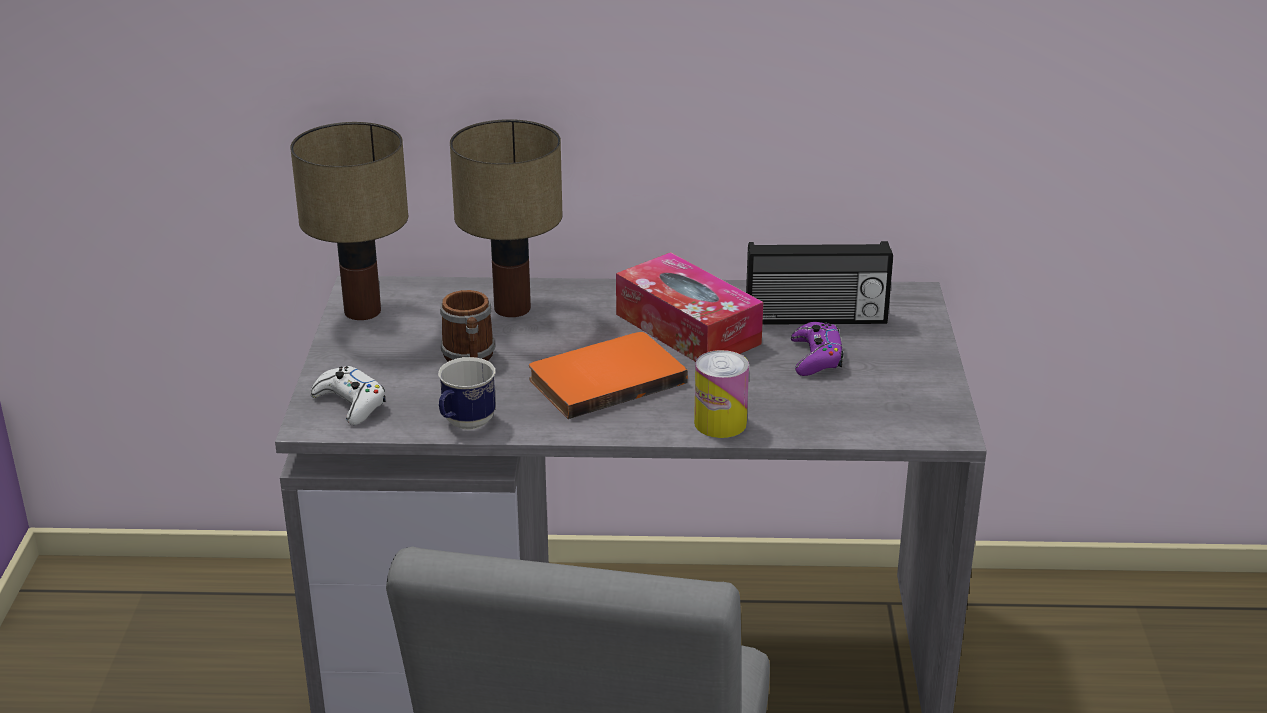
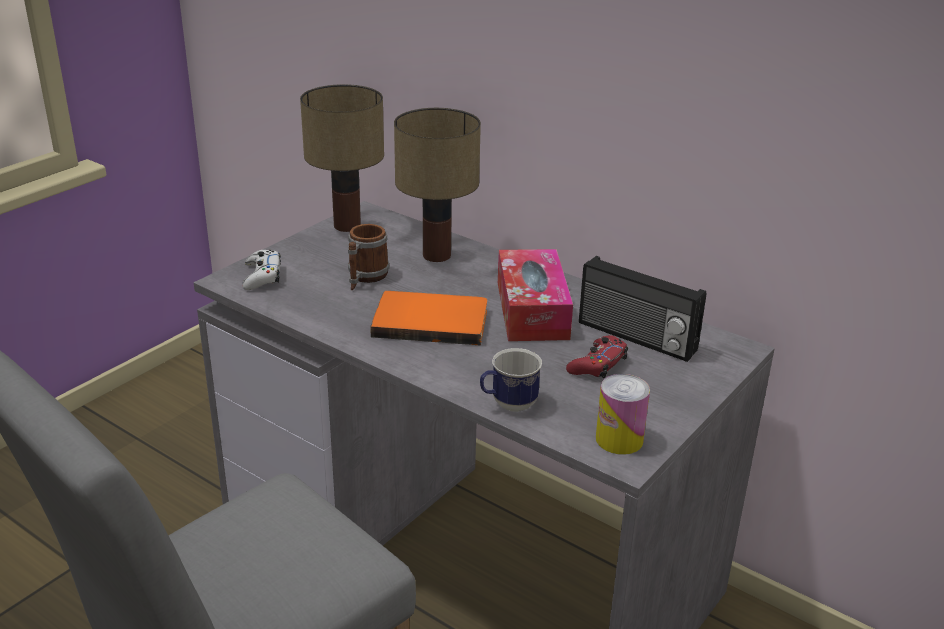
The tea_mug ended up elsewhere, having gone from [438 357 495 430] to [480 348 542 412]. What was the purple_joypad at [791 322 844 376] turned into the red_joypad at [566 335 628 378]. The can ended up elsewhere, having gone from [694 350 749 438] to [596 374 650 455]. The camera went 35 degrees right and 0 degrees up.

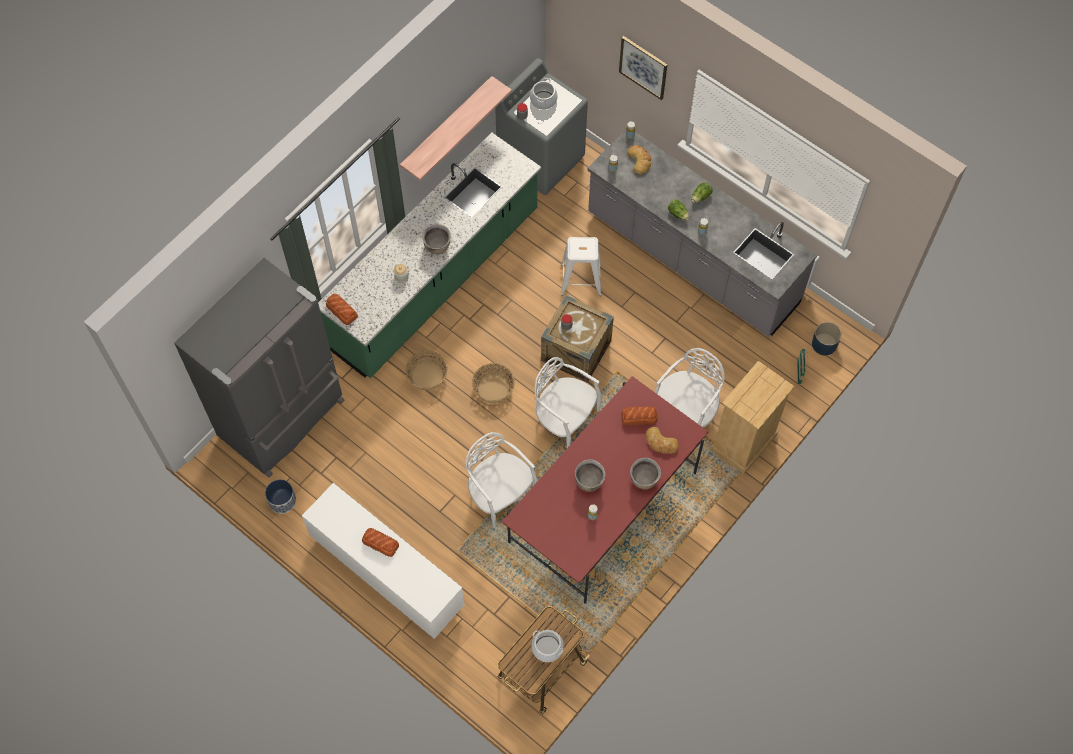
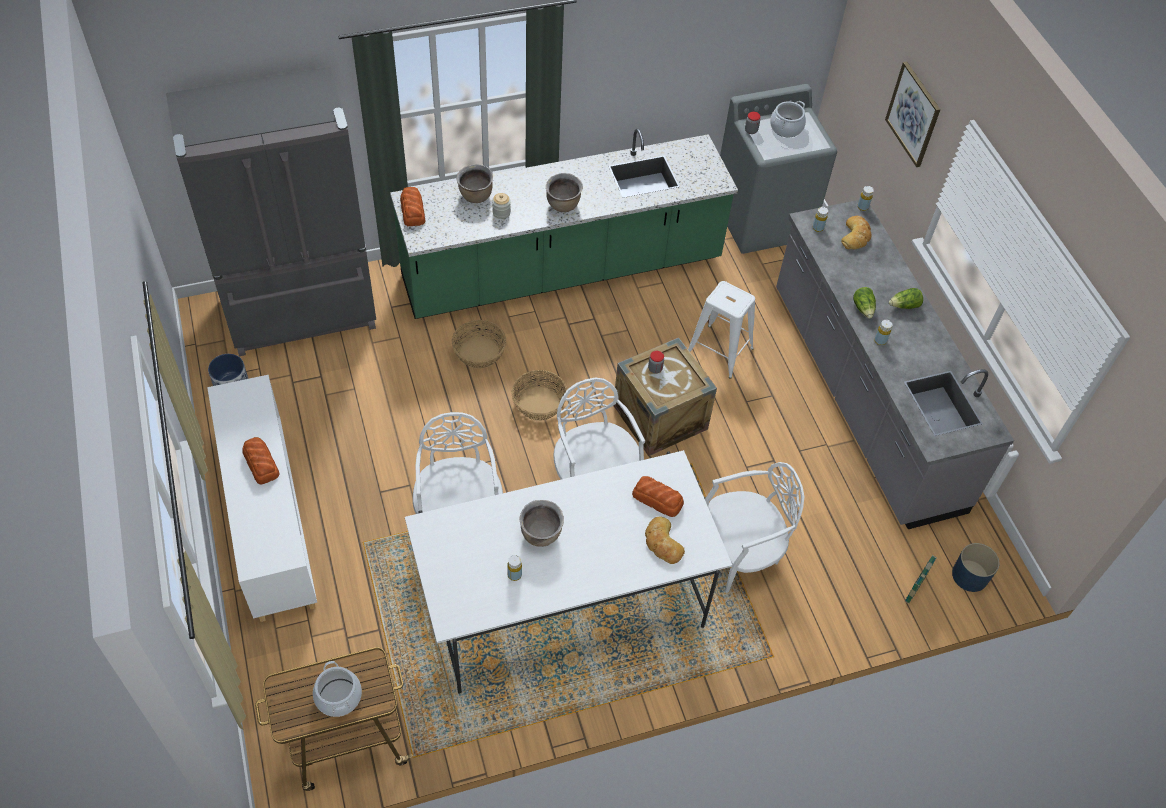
What was the red_dinner_table at [502 376 708 603] turned into the white_dinner_table at [405 450 732 694]. The brown-coloured_saucepot ended up elsewhere, having gone from [630 458 661 490] to [456 164 493 203]. The second view lost the wall_shelf at [400 76 512 181]. The second view lost the sand-coloured_drawer_chest at [711 361 794 474]. The camera went 30 degrees right and 10 degrees down.

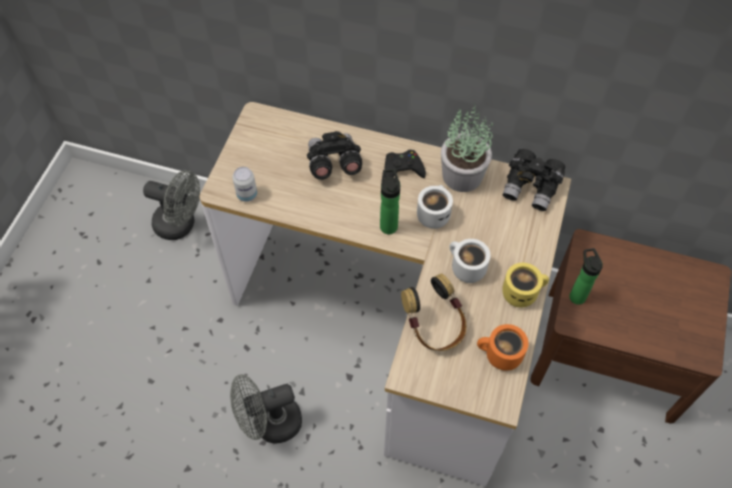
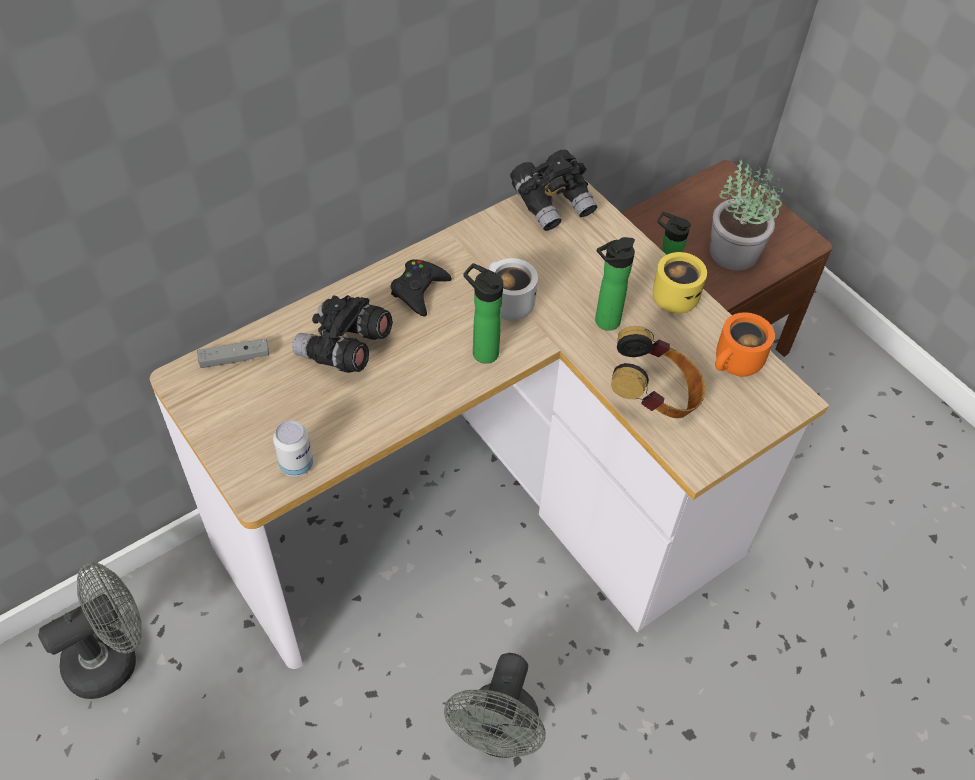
The second view gained the greyish_joypad at [197 339 269 368]. Where the white_tea_mug stood at [449 239 490 283], the bottle came to stand at [595 237 635 331]. The houseplant ended up elsewhere, having gone from [441 104 493 192] to [710 160 783 271]. The camera went 55 degrees left and 5 degrees down.

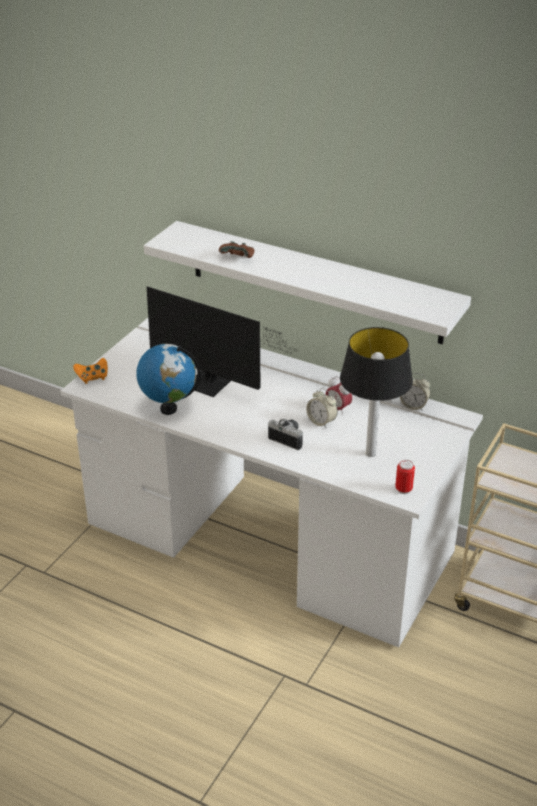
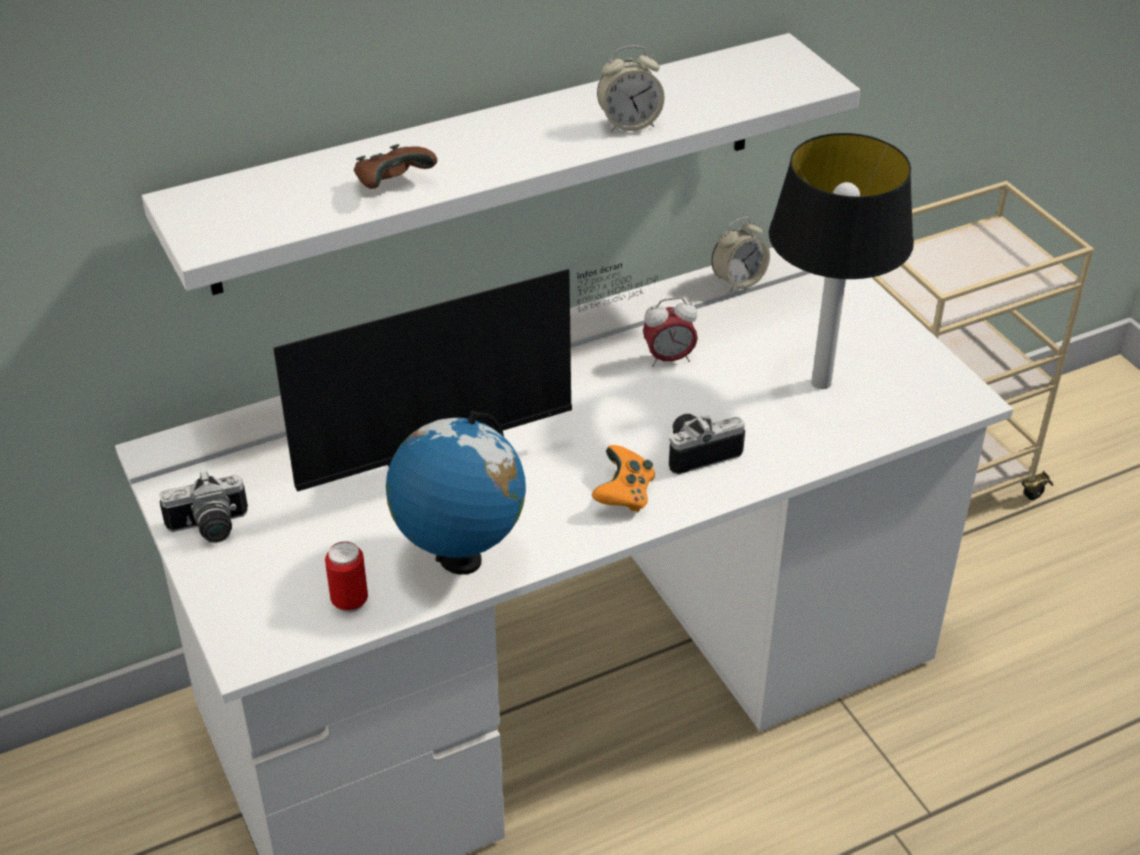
The second view gained the still_camera at [159 471 248 543]. The can ended up elsewhere, having gone from [395 460 415 494] to [325 542 368 613]. The orange_joypad ended up elsewhere, having gone from [73 358 108 384] to [592 445 655 512]. The table_clock ended up elsewhere, having gone from [306 388 338 428] to [597 45 665 132]. The camera went 55 degrees left and 5 degrees up.

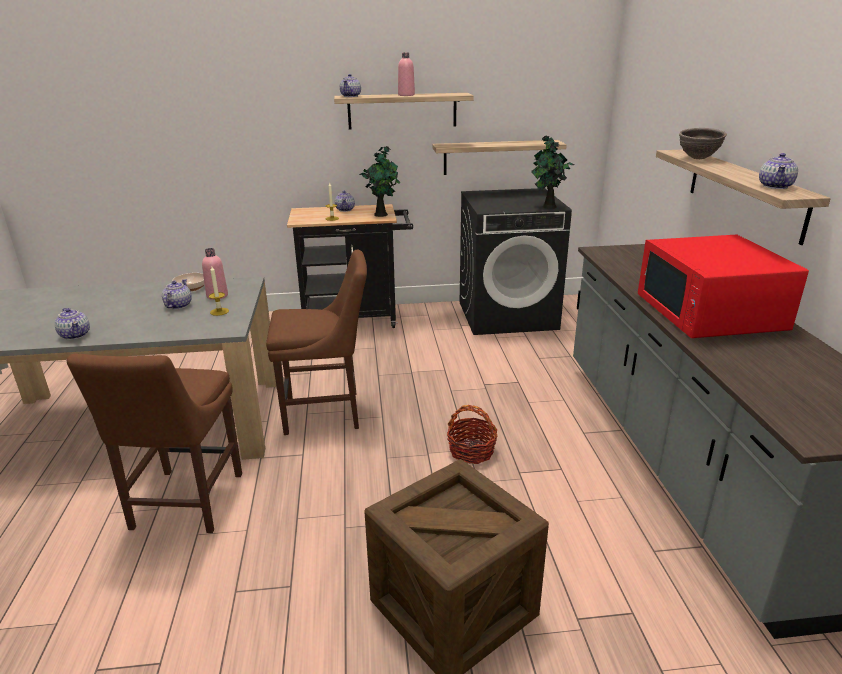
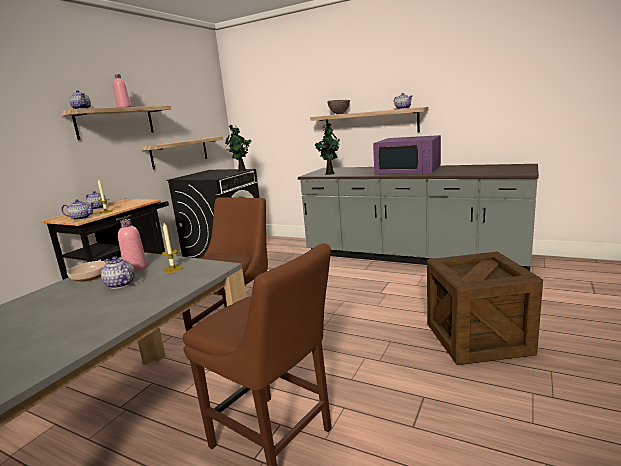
The teapot ended up elsewhere, having gone from [55 308 90 340] to [61 199 95 220]. The houseplant ended up elsewhere, having gone from [359 146 400 217] to [315 123 340 175]. What was the red_kitchen_microwave at [638 235 809 338] turned into the purple_kitchen_microwave at [373 135 441 174]. The second view lost the storage_basket at [447 405 497 464]. The camera went 55 degrees left and 10 degrees down.

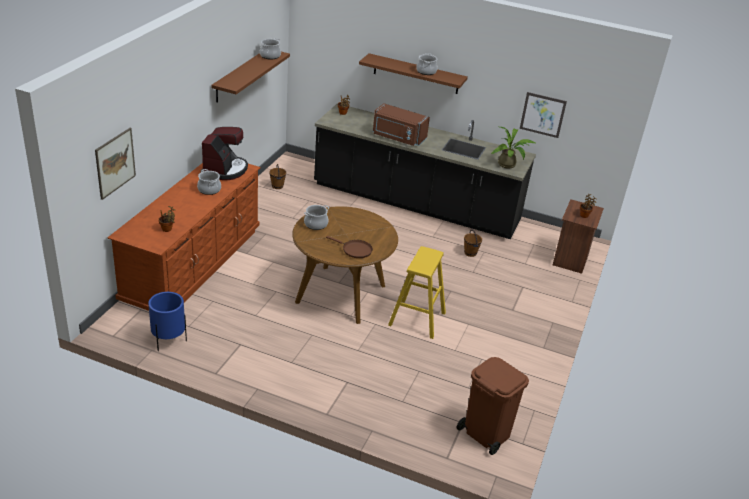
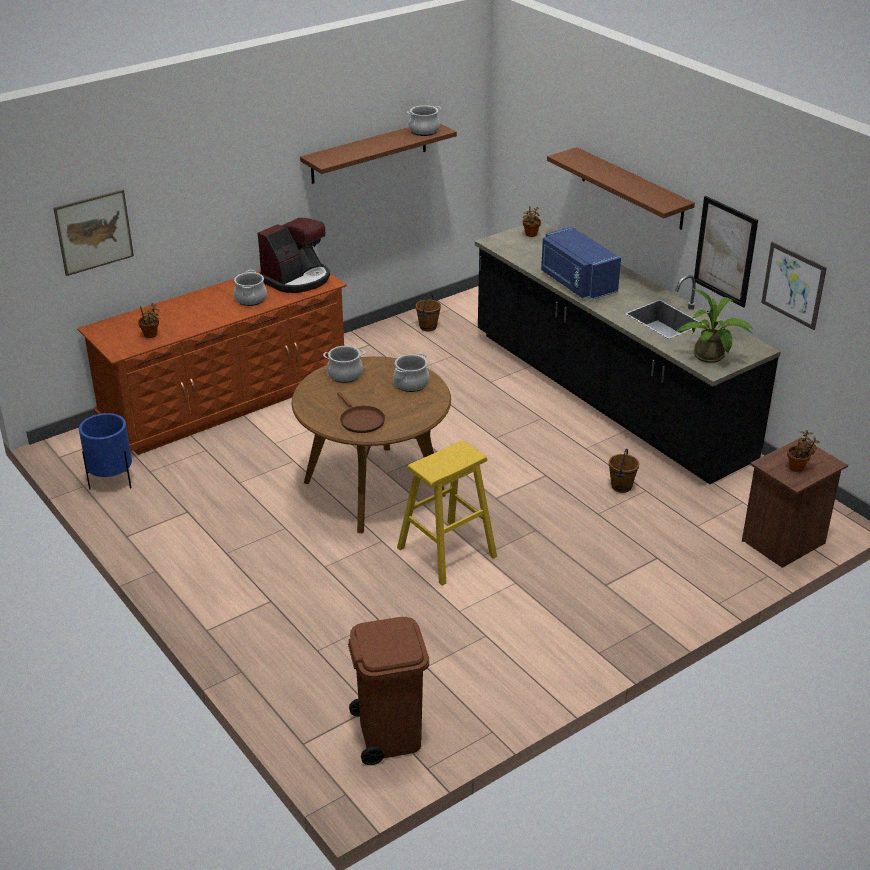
The saucepot ended up elsewhere, having gone from [416 53 438 75] to [393 353 429 392]. What was the brown-coloured_kitchen_microwave at [373 104 430 146] turned into the blue-coloured_kitchen_microwave at [541 227 621 300]. The second view gained the wall_picture at [694 196 758 308]. The camera went 35 degrees right and 0 degrees up.

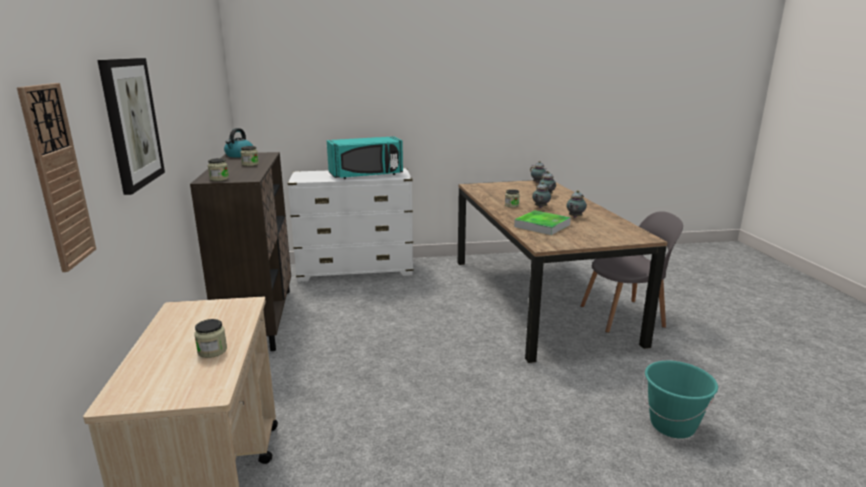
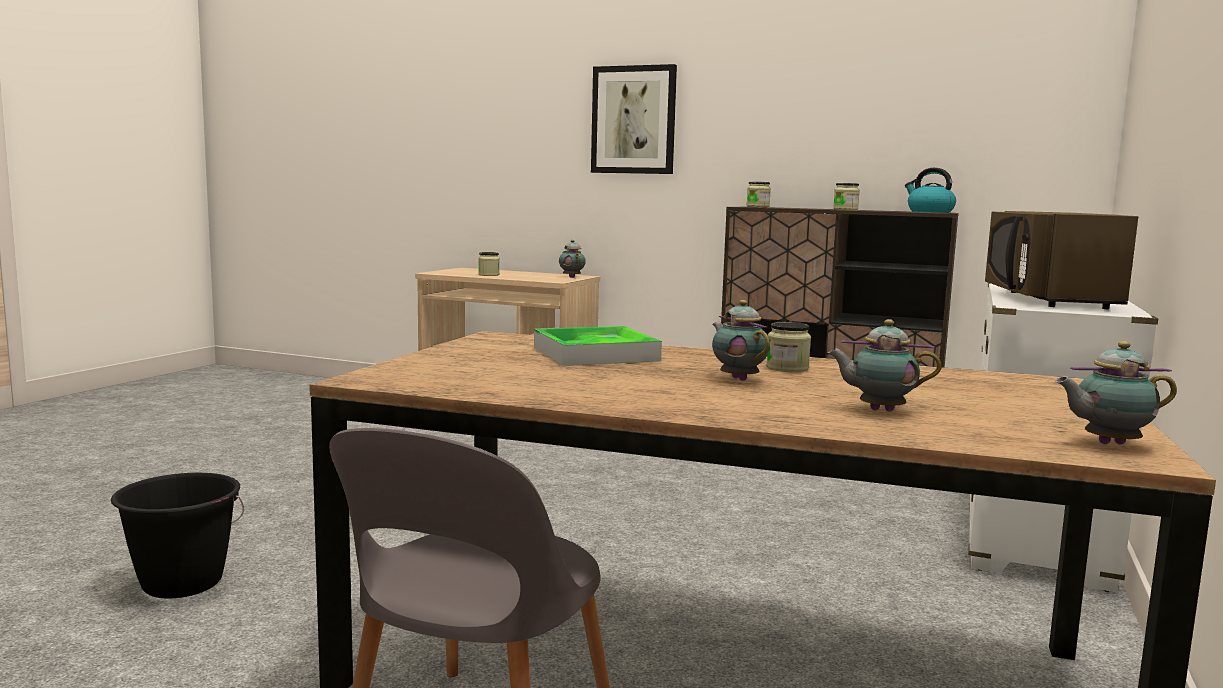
What was the turquoise_pail at [642 361 718 439] turned into the black-coloured_pail at [111 473 244 598]. The teapot ended up elsewhere, having gone from [566 190 587 218] to [559 240 586 278]. What was the turquoise_kitchen_microwave at [327 136 403 179] turned into the brown-coloured_kitchen_microwave at [985 211 1138 309]. The second view lost the clock_on_the_wall at [17 83 96 272]. The camera went 120 degrees right and 10 degrees down.

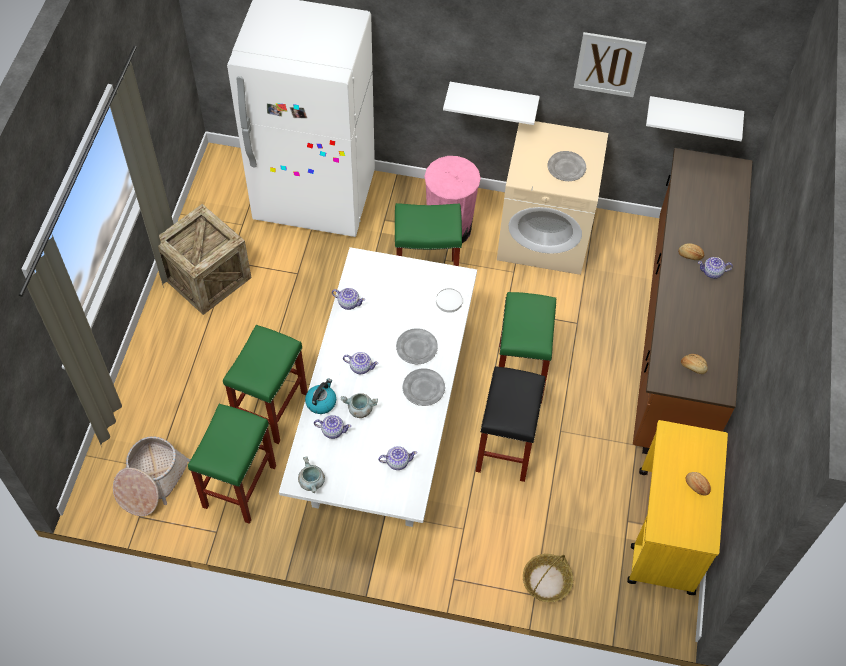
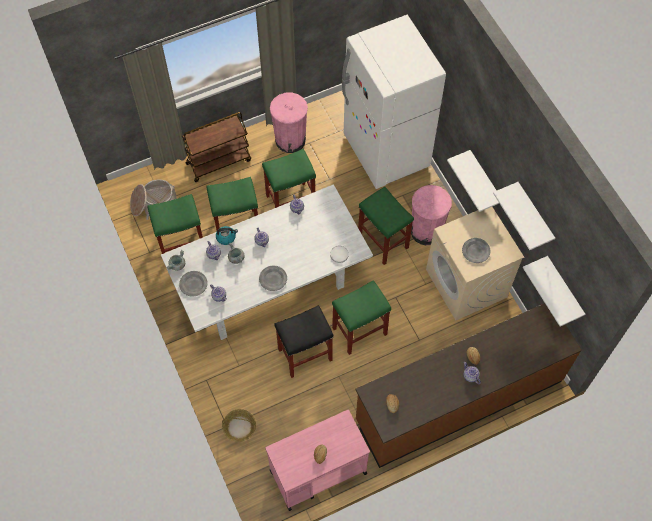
The greyish_flat_dish ended up elsewhere, having gone from [396 328 438 364] to [179 271 208 296]. The second view gained the brown-coloured_trolley at [182 112 251 182]. The second view gained the greenish_sitting_stool at [262 149 316 208]. What was the yellowish_trolley at [627 420 728 595] turned into the pinkish_trolley at [265 410 370 511]. Where the packing_crate stood at [158 204 251 315], the pinkish_trash_can came to stand at [270 92 308 153]. Where the wall_picture hung at [574 32 646 97], the white_wall_shelf came to hang at [493 182 555 250]. The camera went 55 degrees right and 5 degrees up.

